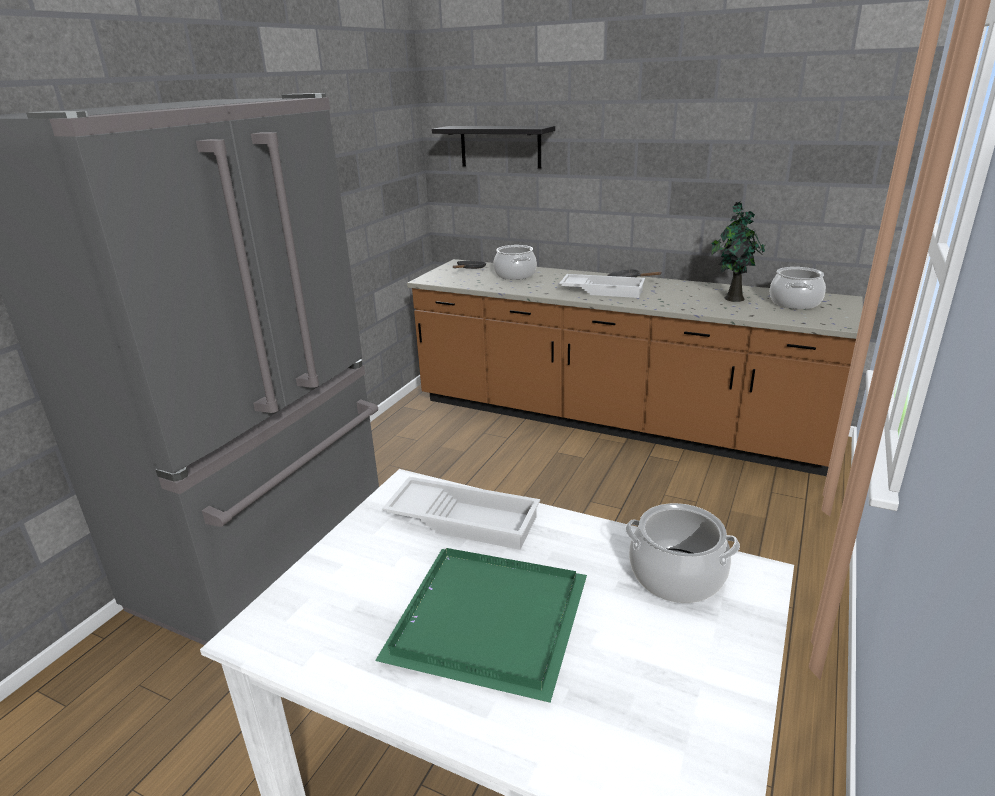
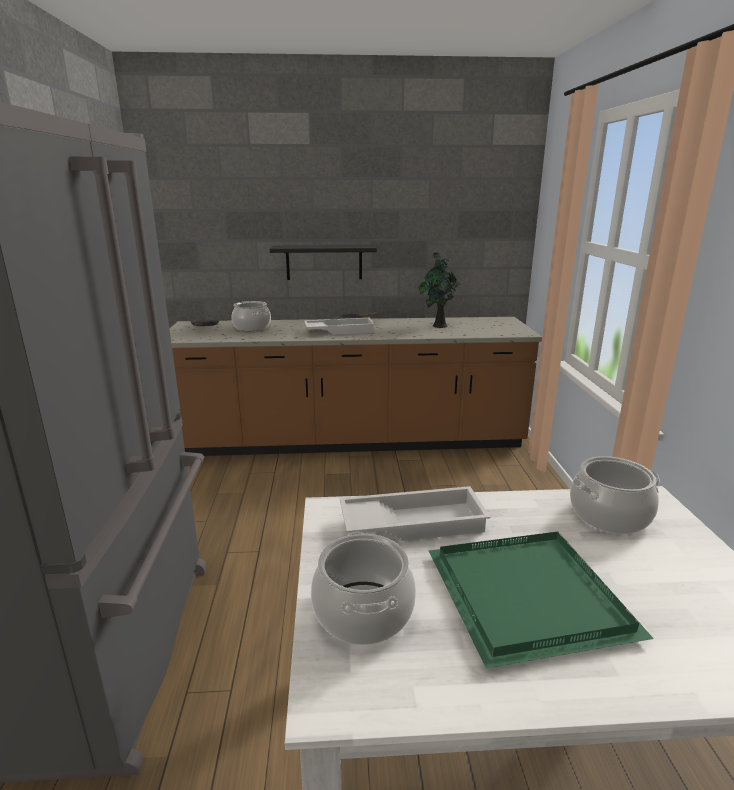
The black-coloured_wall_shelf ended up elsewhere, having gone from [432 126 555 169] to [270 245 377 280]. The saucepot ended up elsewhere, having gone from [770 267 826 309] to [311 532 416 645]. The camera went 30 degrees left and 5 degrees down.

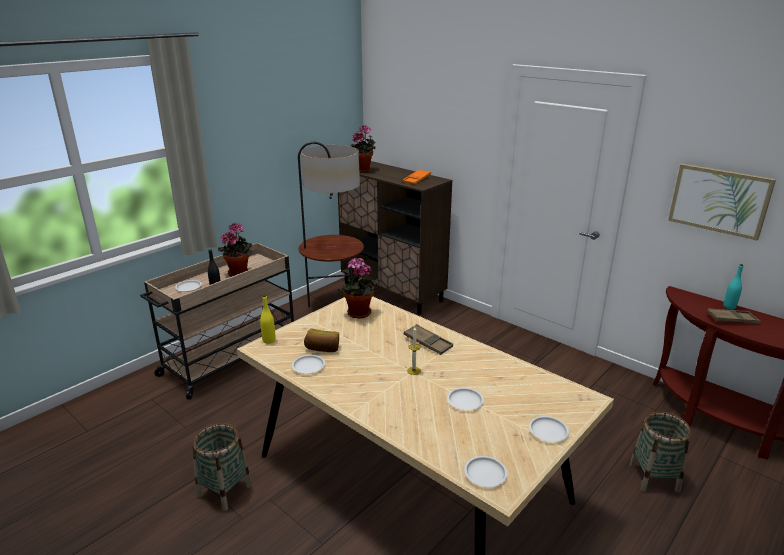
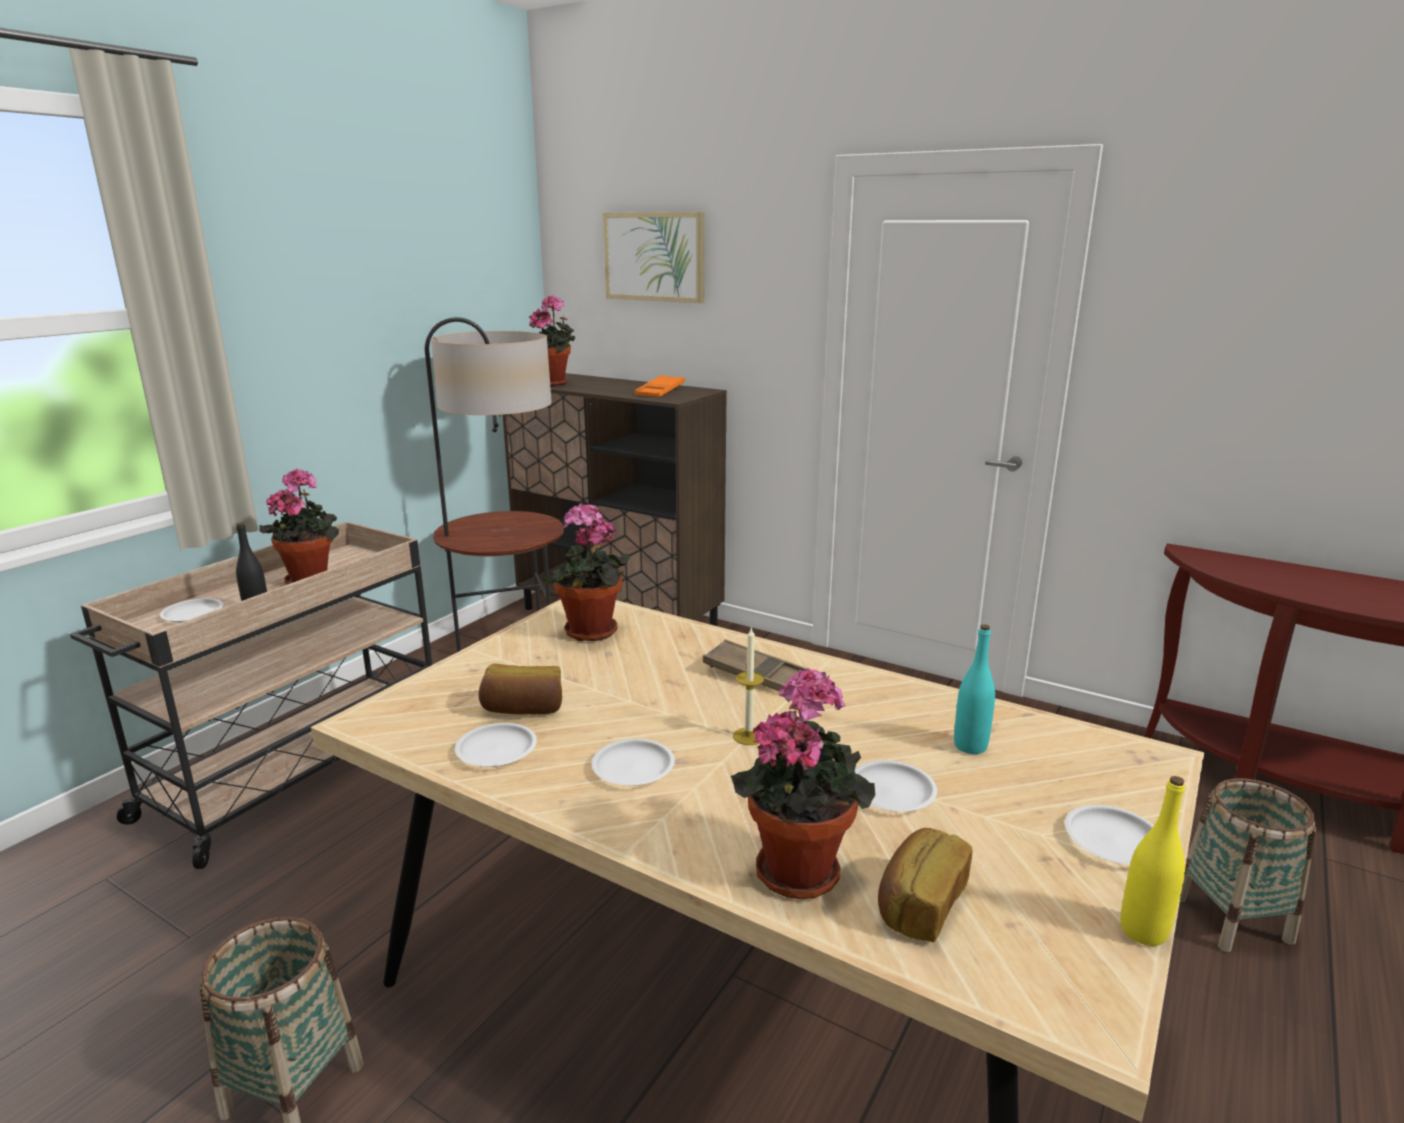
The white_flat_dish ended up elsewhere, having gone from [464 456 507 487] to [592 739 675 786]. The wall_picture ended up elsewhere, having gone from [668 164 776 240] to [603 212 705 303]. The second view gained the houseplant at [731 668 875 899]. The second view gained the bread at [878 828 973 942]. The turquoise_bottle ended up elsewhere, having gone from [723 264 743 309] to [954 624 995 754]. The yellowish_bottle ended up elsewhere, having gone from [260 295 276 344] to [1120 776 1185 946]. The second view lost the brown-coloured_serving_tray at [707 308 761 323]. The camera went 10 degrees left and 5 degrees down.

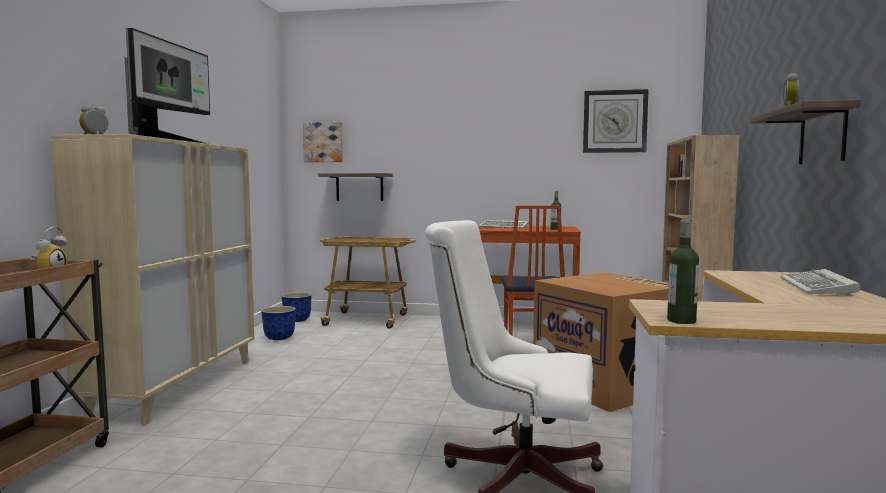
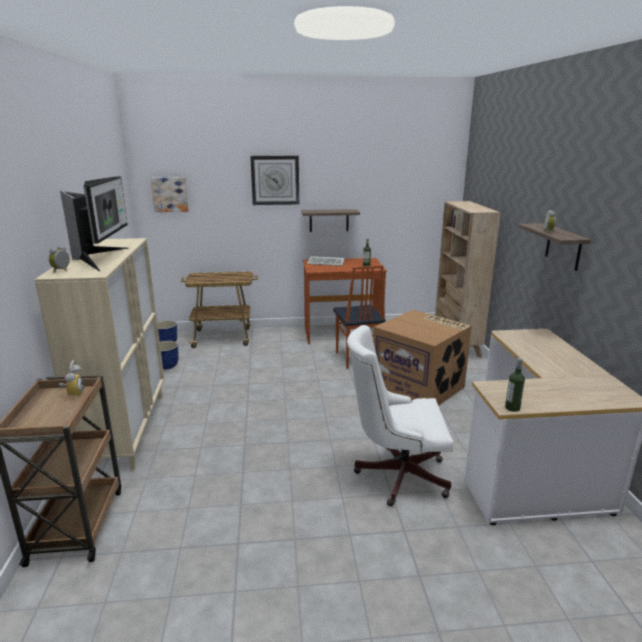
The clock_on_the_wall ended up elsewhere, having gone from [583 89 649 153] to [250 156 299 205]. The wall_shelf ended up elsewhere, having gone from [318 173 393 201] to [301 209 360 232]. The second view lost the computer_keyboard at [781 269 860 296]. The camera went 15 degrees left and 15 degrees up.

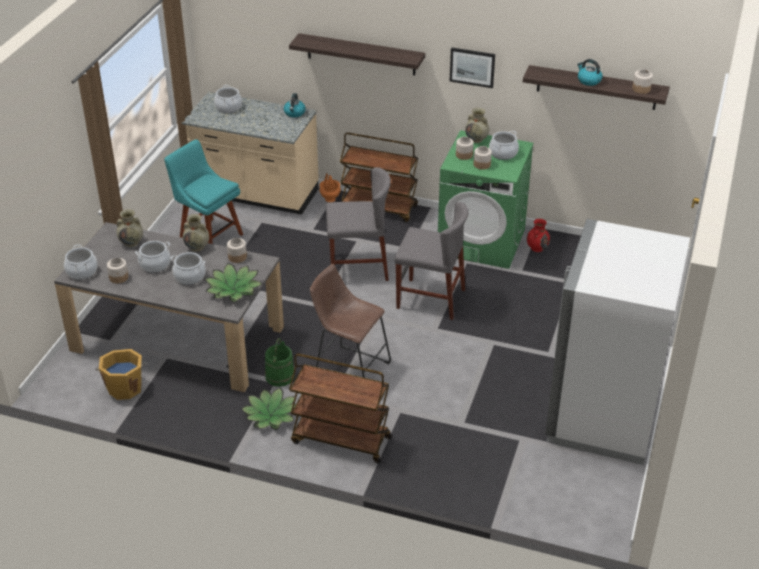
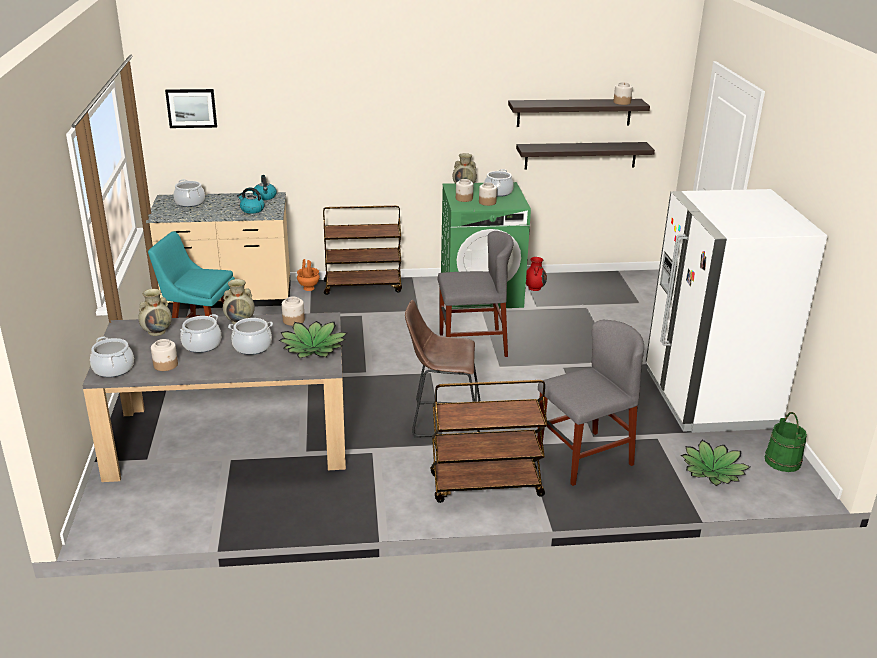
The wall_picture ended up elsewhere, having gone from [450 48 495 88] to [165 89 217 128]. The tea_kettle ended up elsewhere, having gone from [577 59 603 86] to [237 188 265 214]. The wall_shelf ended up elsewhere, having gone from [289 33 425 75] to [516 142 655 170]. The greyish_plain_chair ended up elsewhere, having gone from [326 167 391 281] to [537 320 644 486]. The houseplant ended up elsewhere, having gone from [241 387 296 430] to [681 440 750 486]. The greenish_pail ended up elsewhere, having gone from [265 338 295 387] to [765 412 807 472]. The second view lost the orange_pail at [96 349 148 400]. The camera went 25 degrees left and 10 degrees down.

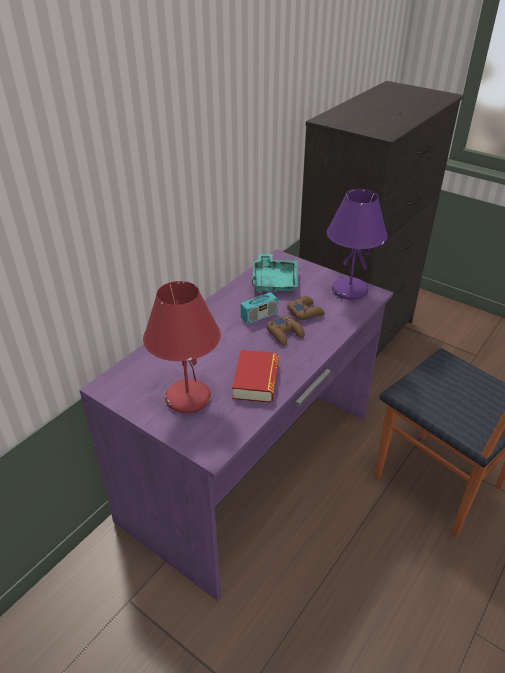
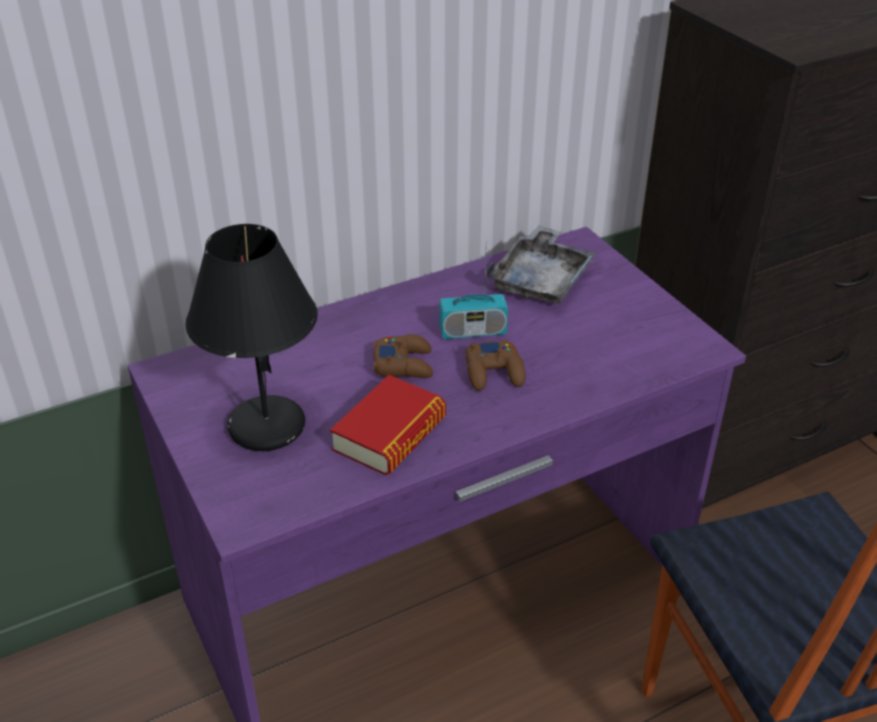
What was the red_table_lamp at [143 281 221 413] turned into the black-coloured_table_lamp at [186 224 318 451]. The brown-coloured_joypad ended up elsewhere, having gone from [287 296 325 320] to [374 334 433 378]. What was the turquoise_serving_tray at [251 253 298 293] turned into the greyish_serving_tray at [486 225 597 303]. The second view lost the purple_table_lamp at [327 189 388 300]. The camera went 25 degrees right and 0 degrees up.

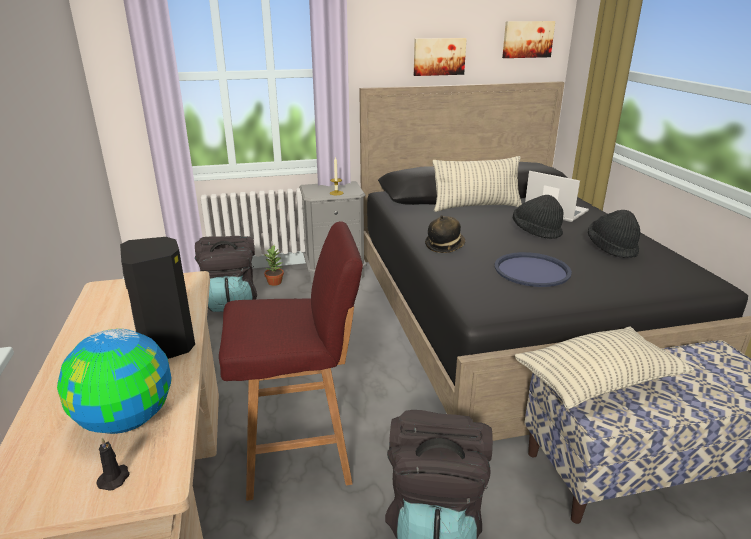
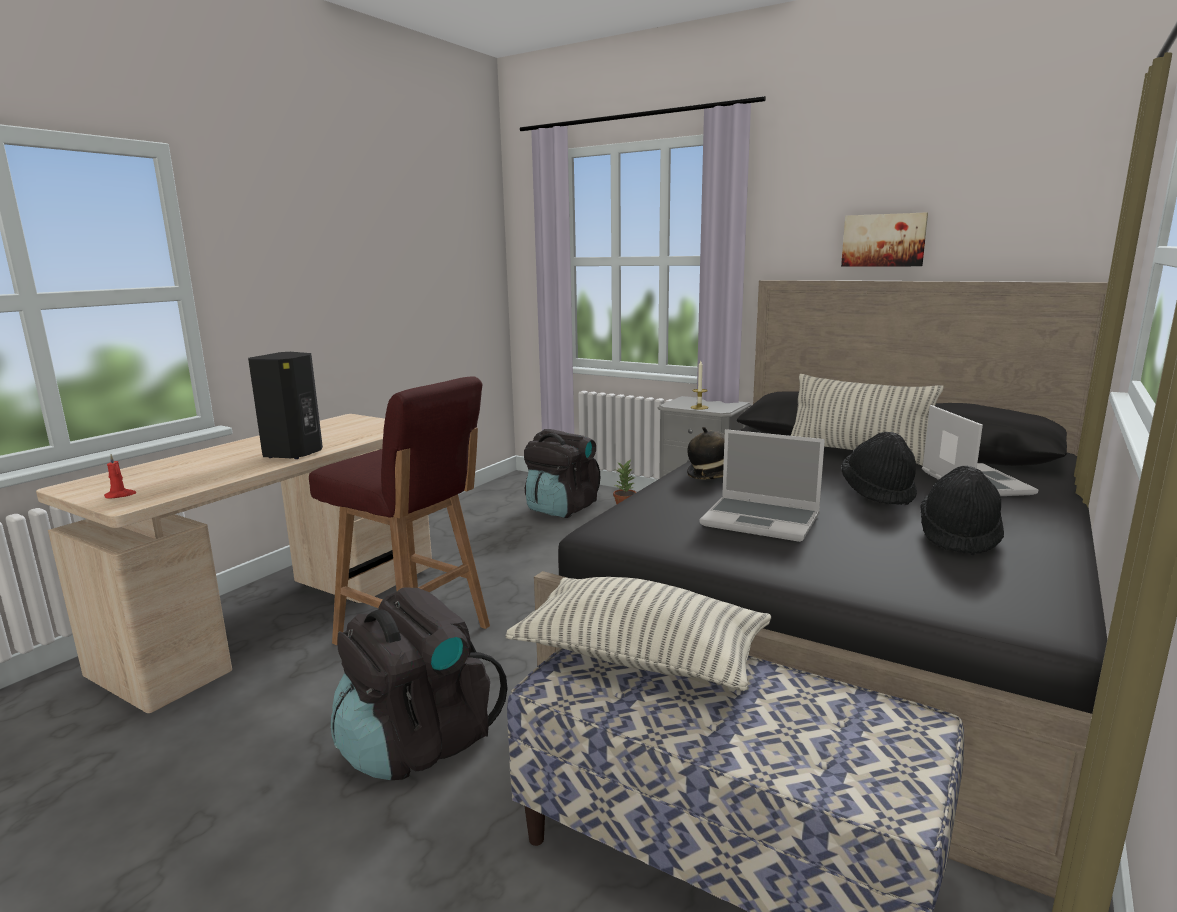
What was the black-coloured_wax_candle at [96 437 130 491] turned into the red_wax_candle at [104 454 137 499]. Where the blue-coloured_serving_tray stood at [495 252 572 287], the notebook_computer came to stand at [700 429 825 542]. The second view lost the world_globe at [57 329 172 434]. The second view lost the wall_picture at [502 21 555 58]. The camera went 45 degrees right and 10 degrees down.

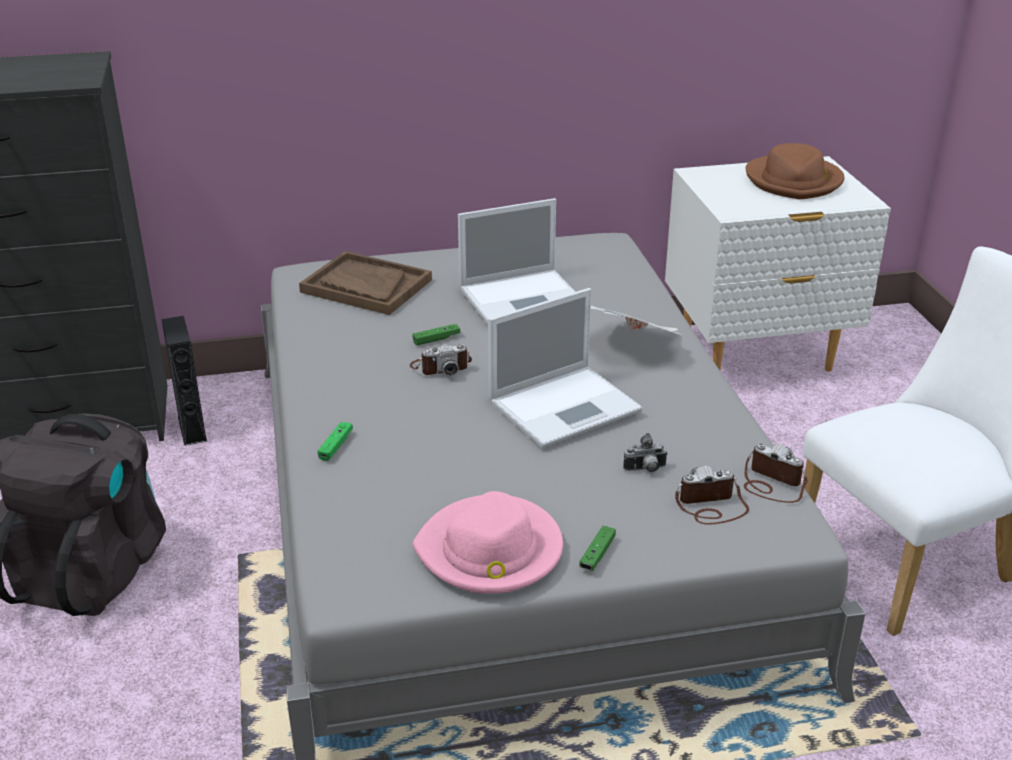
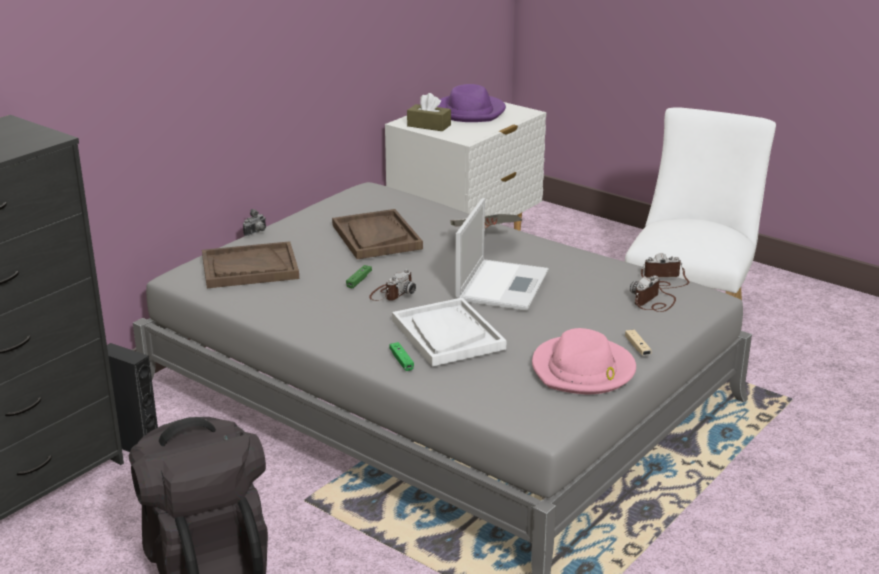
The still_camera ended up elsewhere, having gone from [623 433 668 472] to [243 209 266 236]. Where the notebook_computer stood at [458 198 576 324], the brown-coloured_serving_tray came to stand at [332 209 423 259]. The second view gained the white_serving_tray at [392 298 506 367]. The second view gained the brown-coloured_tissue_box at [407 93 451 131]. What was the brown-coloured_wearable_hat at [745 143 844 199] turned into the purple_wearable_hat at [437 84 506 122]. What was the greenish_joypad at [579 526 616 571] turned into the sand-coloured_joypad at [625 330 652 356]. The camera went 40 degrees left and 5 degrees down.

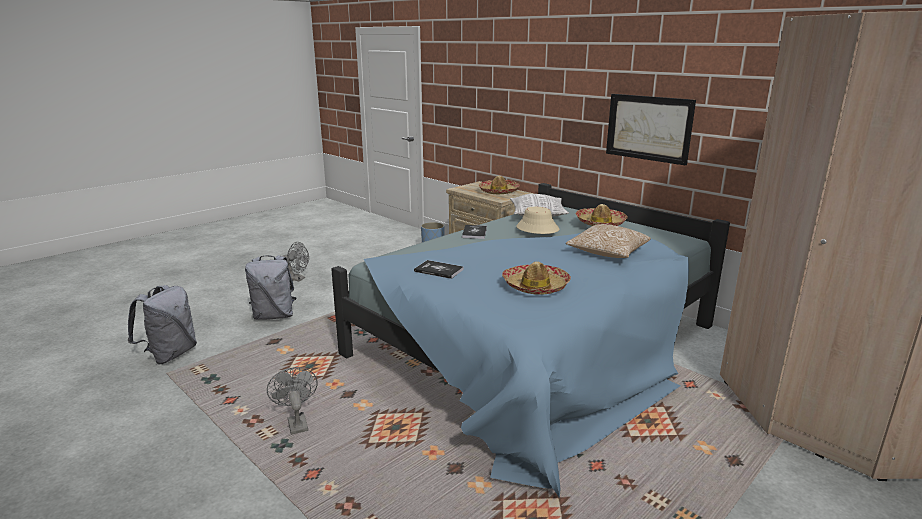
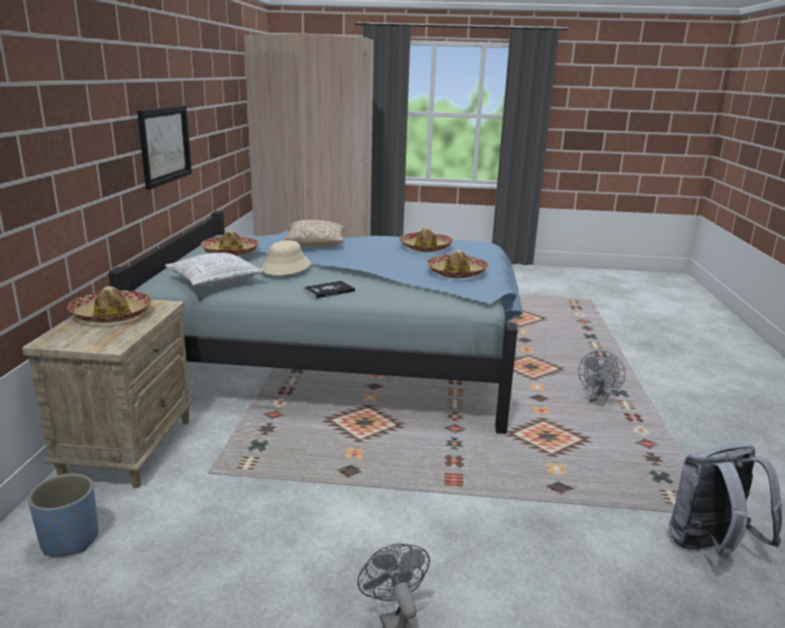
Where the volume stood at [414 260 464 279], the wearable_hat came to stand at [427 250 489 278]. The second view lost the greyish_rucksack at [245 255 297 320]. The camera went 130 degrees left and 0 degrees up.

